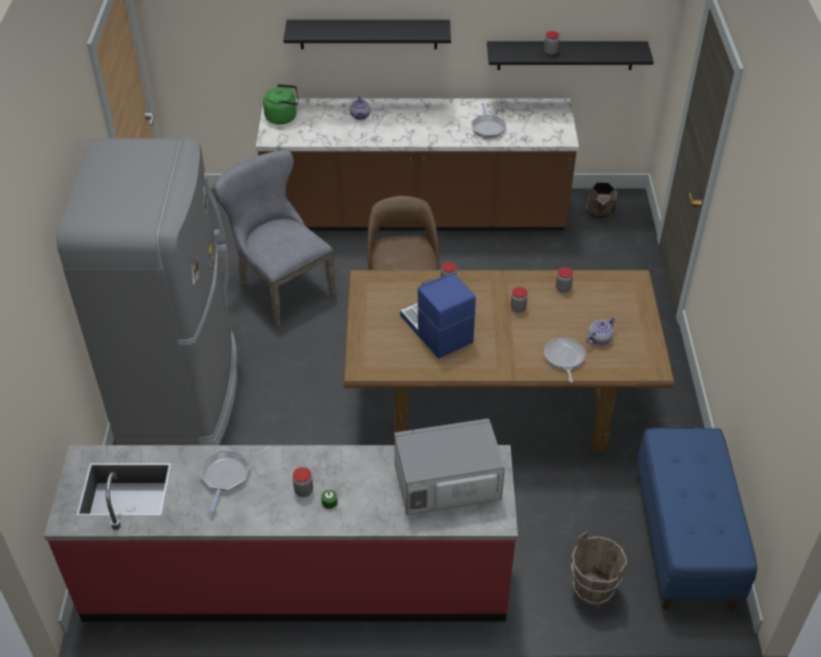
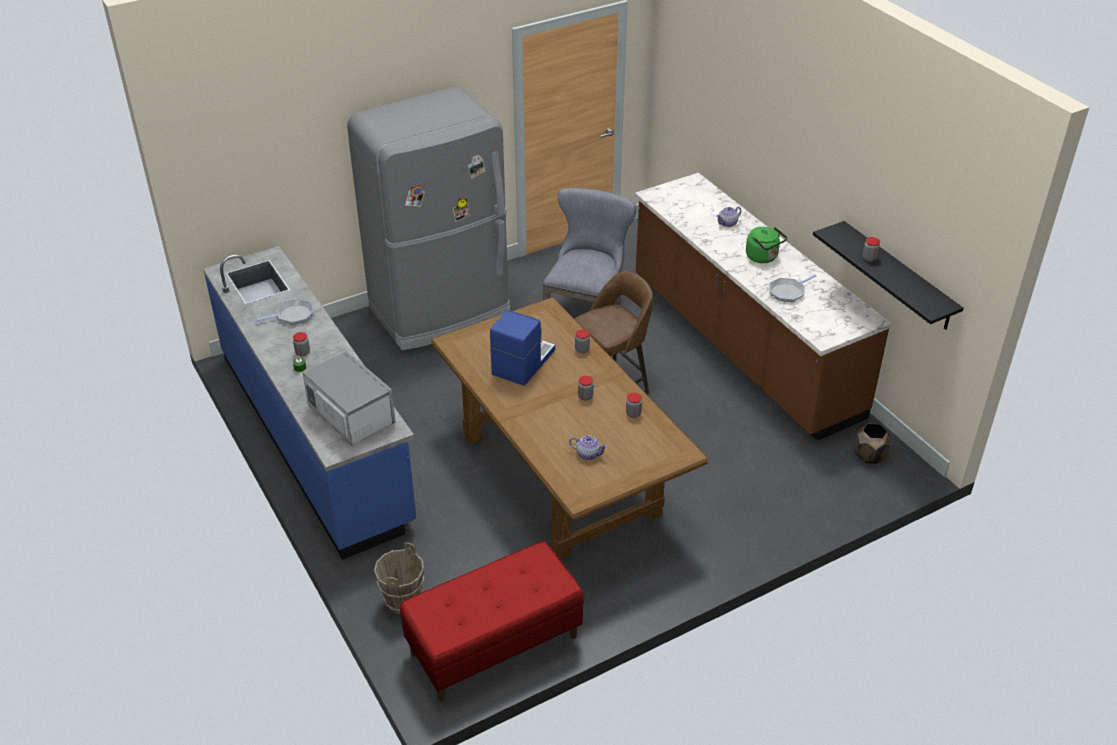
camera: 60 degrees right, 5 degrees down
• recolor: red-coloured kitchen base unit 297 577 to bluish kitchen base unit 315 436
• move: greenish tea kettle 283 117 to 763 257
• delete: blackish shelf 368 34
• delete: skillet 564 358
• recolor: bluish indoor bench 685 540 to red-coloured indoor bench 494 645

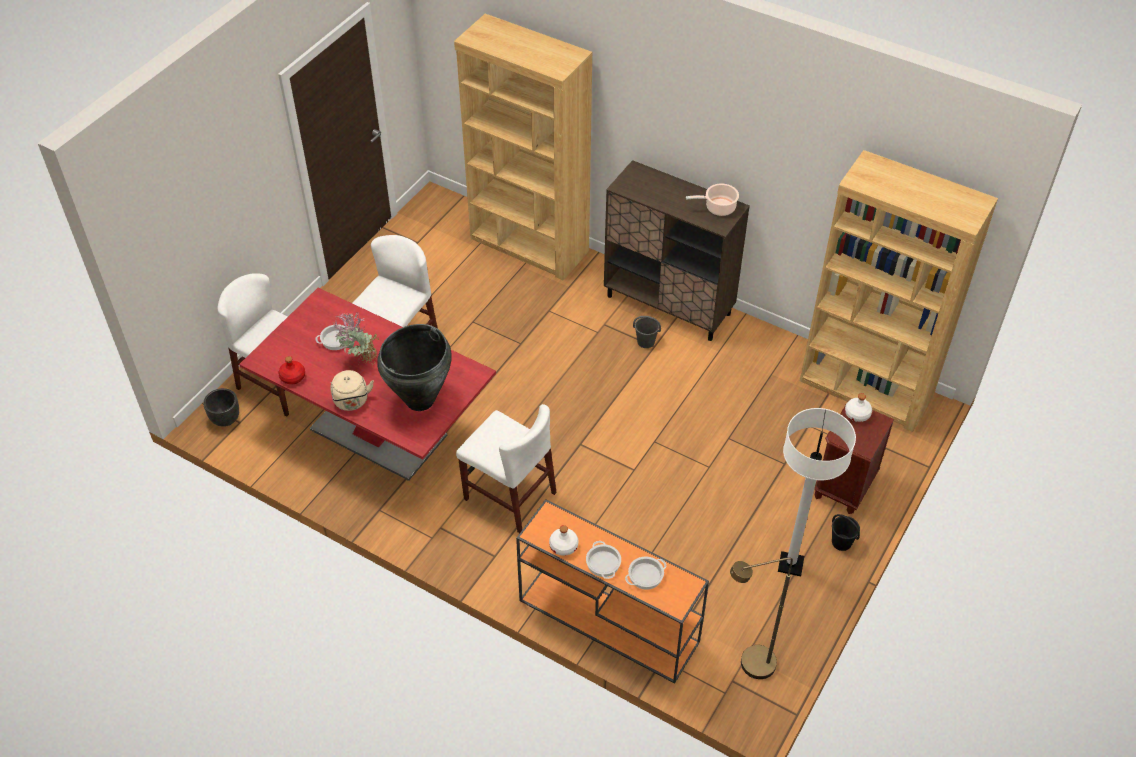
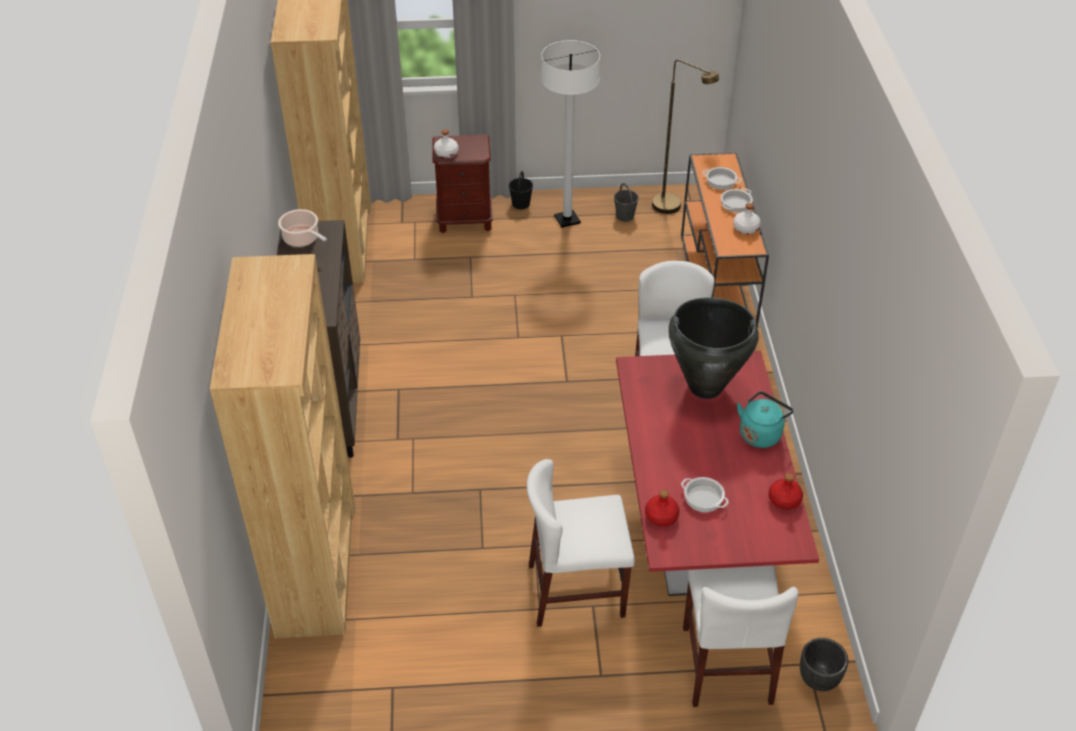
camera: 125 degrees left, 5 degrees down
• recolor: beige tea kettle 352 402 to blue-green tea kettle 761 433
• delete: plant in a pot 360 361
• move: grey pail 645 341 to 625 216
• insert: red-coloured drink bottle 661 516

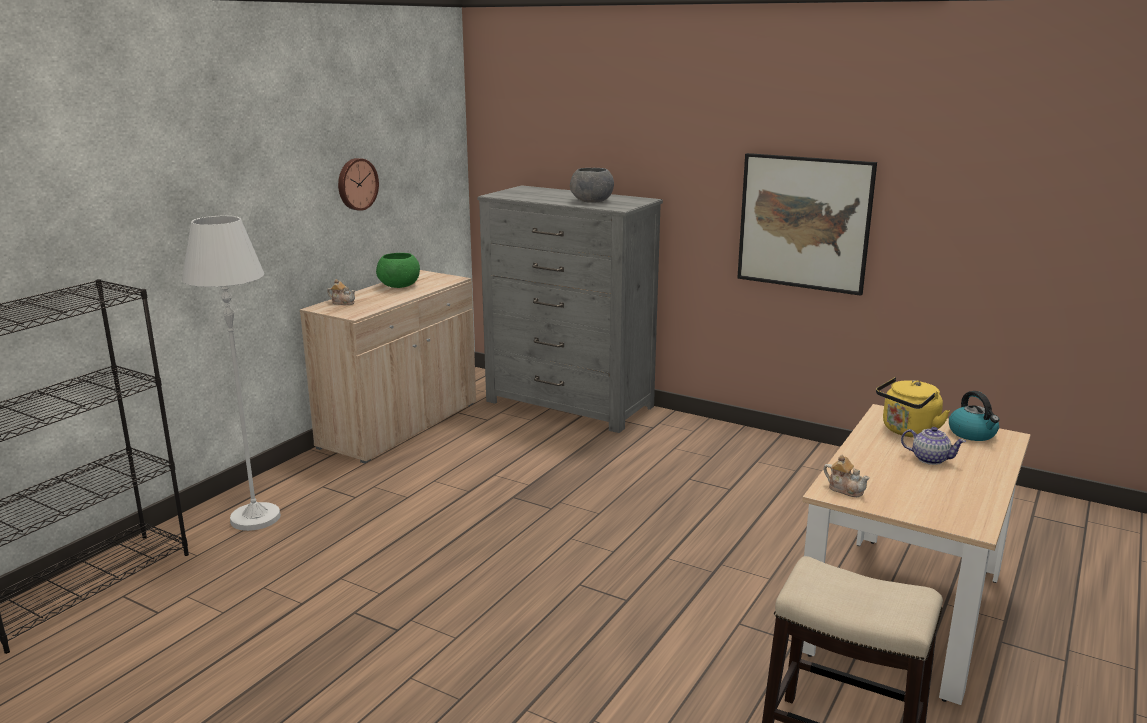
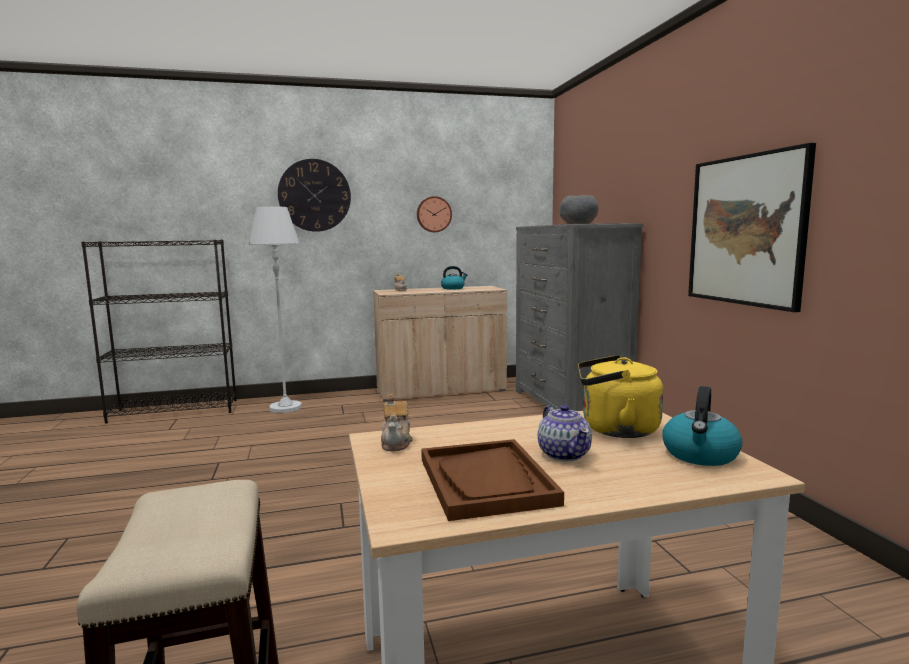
camera: 45 degrees right, 10 degrees down
• replace: greenish bowl 398 286 to tea kettle 453 288
• insert: hanging clock 314 195
• insert: brownish carrying tray 486 481

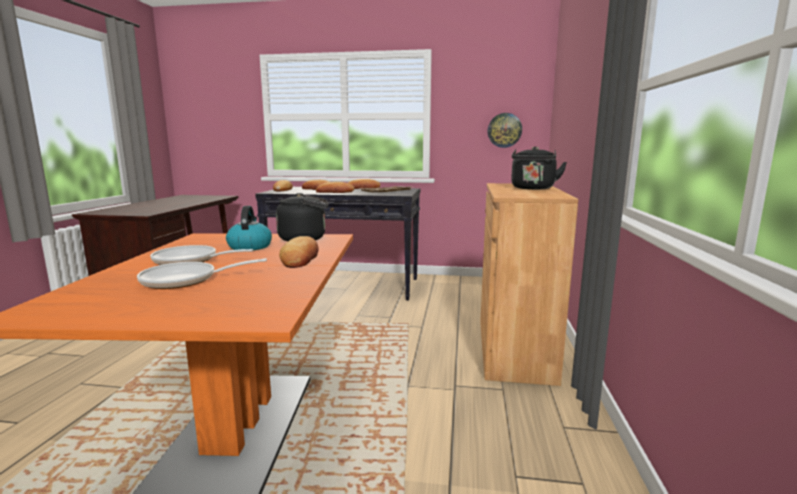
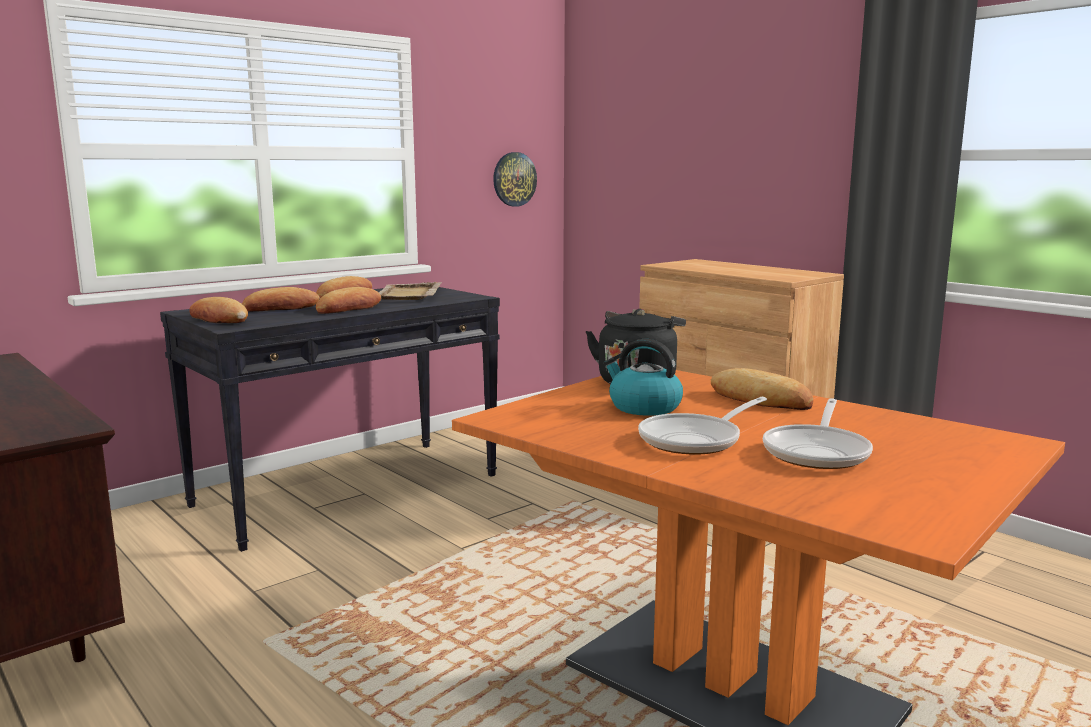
camera: 50 degrees left, 0 degrees up
• delete: blackish tea kettle 533 189

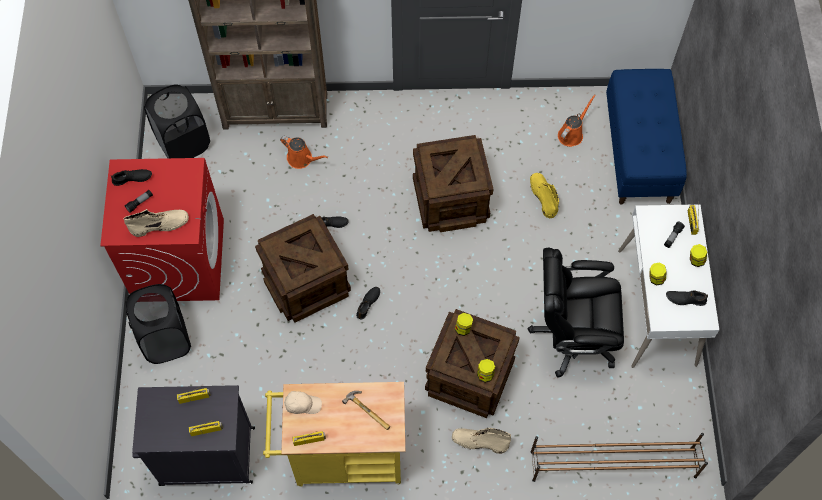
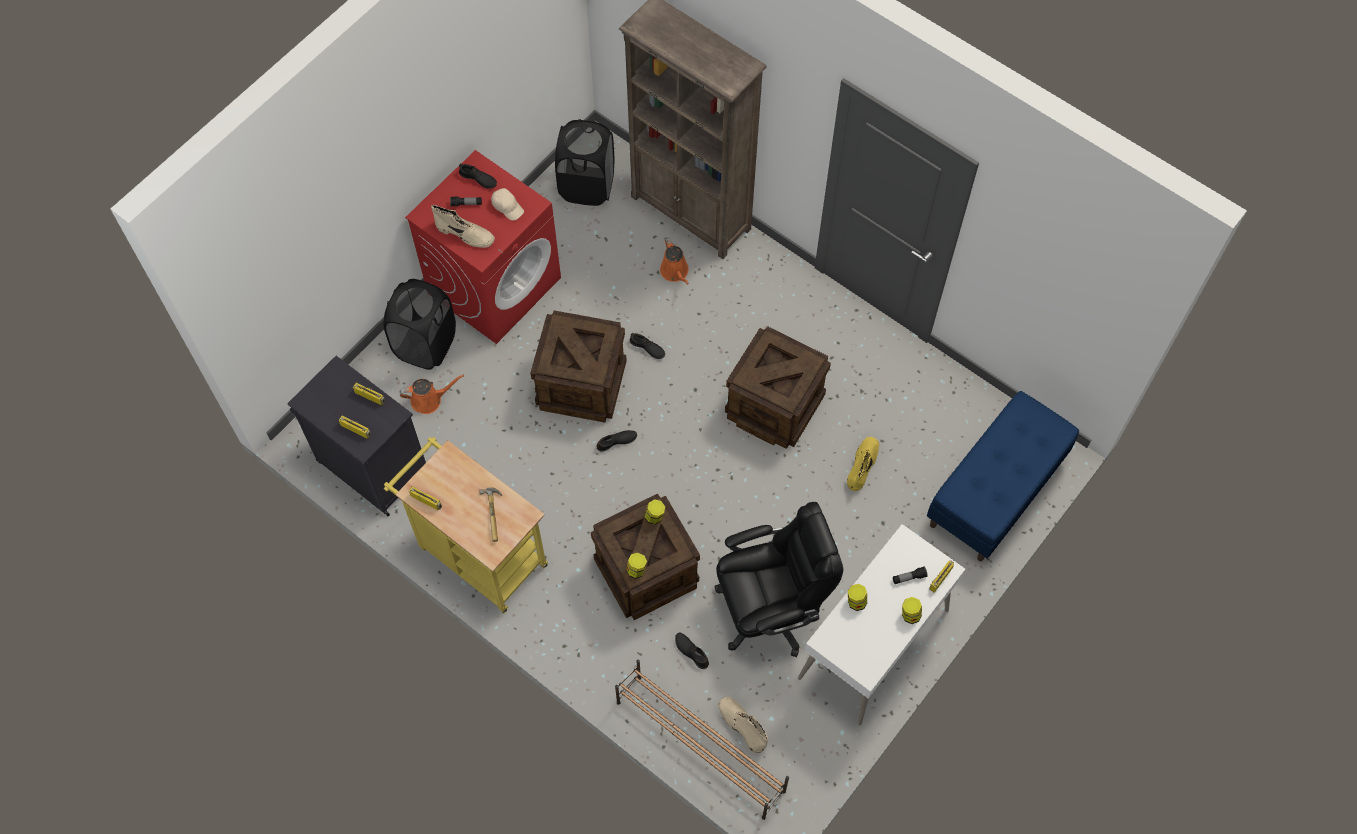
camera: 40 degrees right, 0 degrees up
• move: beige baseball cap 302 404 to 507 207
• move: beige boot 479 442 to 741 725
• rotate: blackish computer chair 572 336 = 770 609 120 degrees clockwise
• move: orangey sprinkling can 572 134 to 429 400
• move: blackish item of footwear 685 299 to 691 651

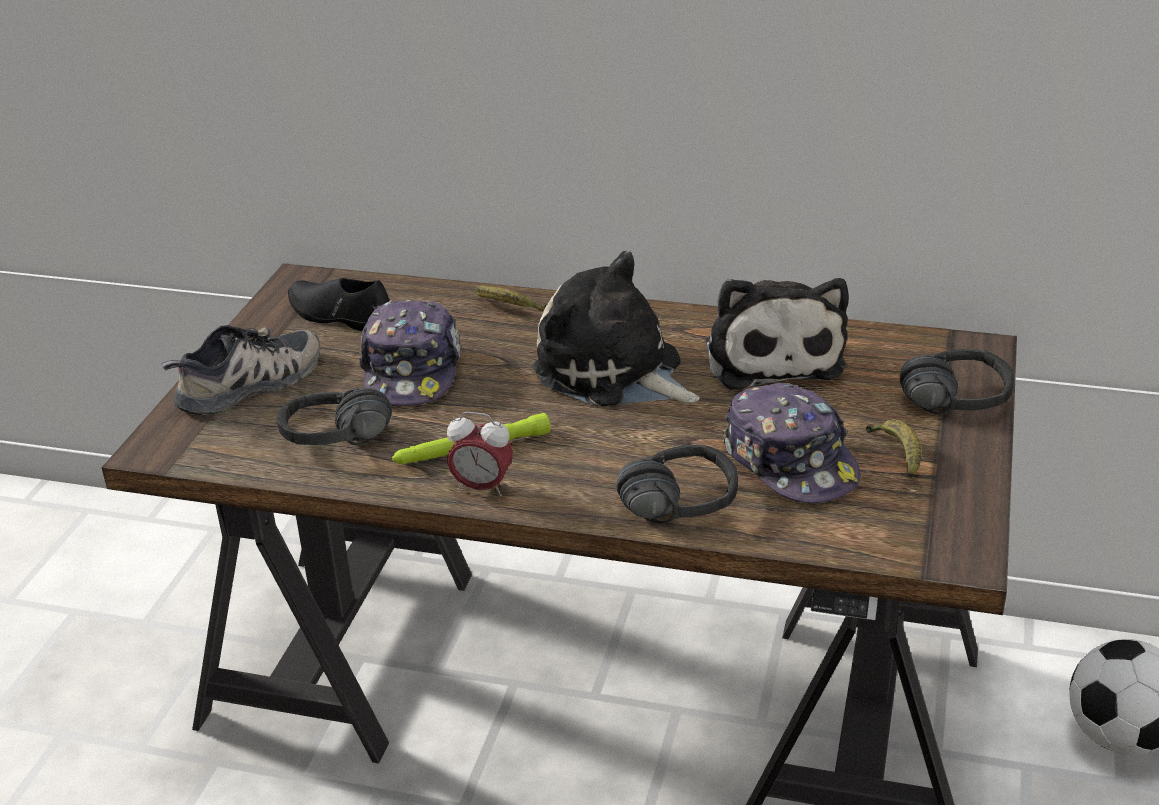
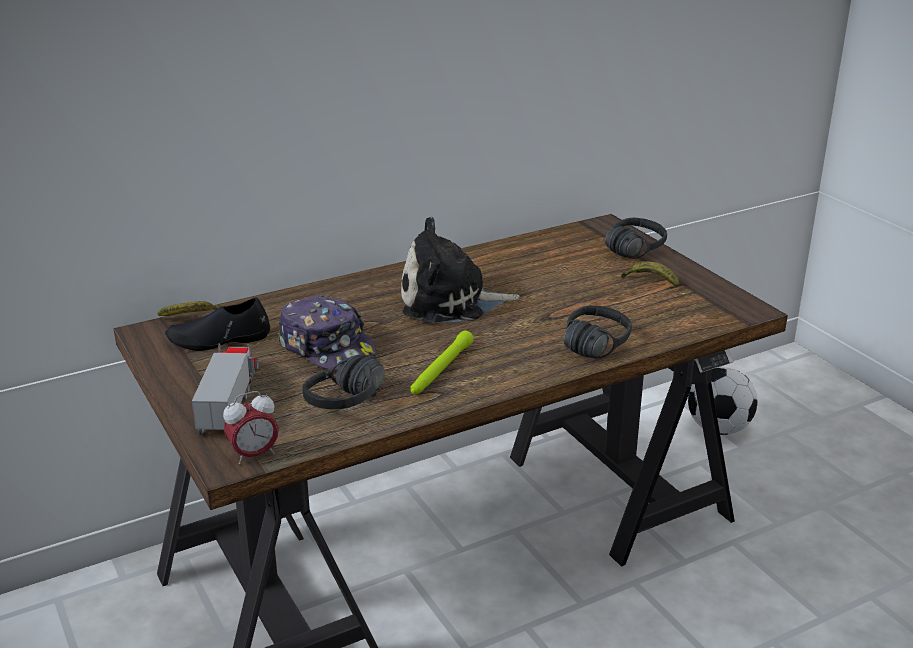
camera: 45 degrees left, 5 degrees down
• replace: item of footwear 251 385 to model truck 230 400
• move: alarm clock 482 487 to 254 455
• move: whole banana 508 308 to 191 317
• delete: cuddly toy 772 355
• delete: baseball cap 790 461

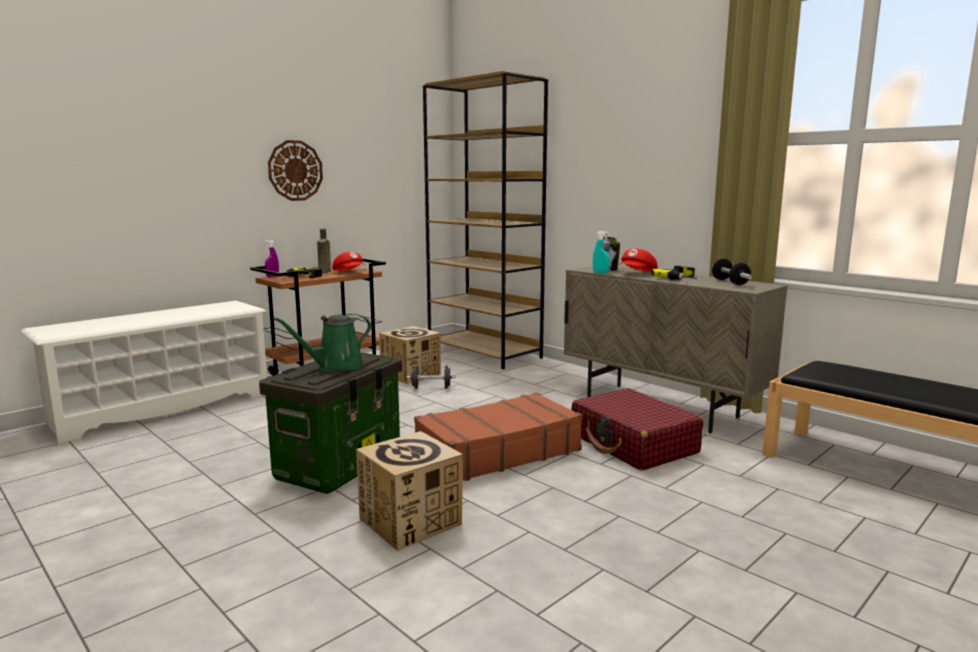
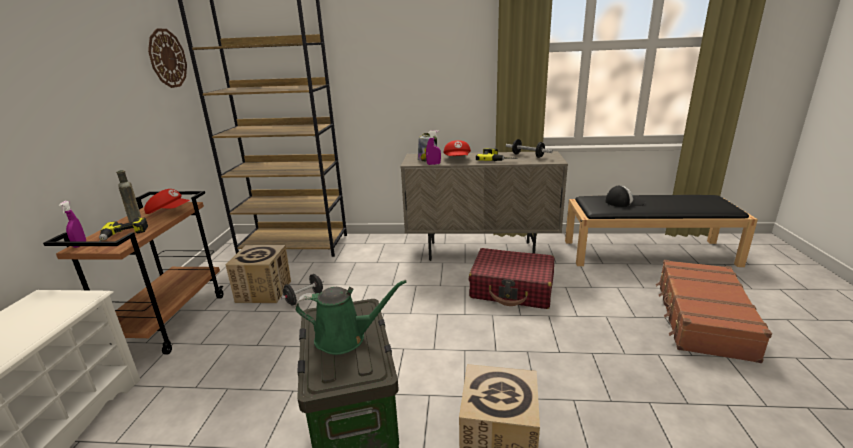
camera: 40 degrees left, 10 degrees up
• move: hanging clock 295 170 to 167 58
• rotate: greenish sprinkling can 336 366 = 345 338 105 degrees counterclockwise
• move: brownish suitcase 497 452 to 701 319
• recolor: blue-green spray bottle 600 272 to purplish spray bottle 433 164
• insert: baseball cap 624 202

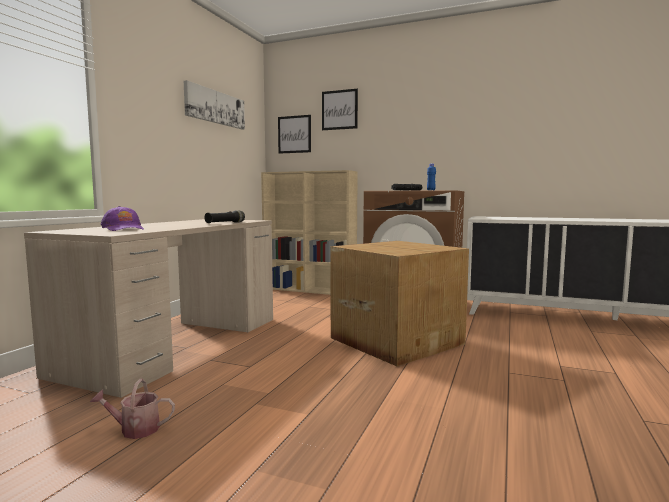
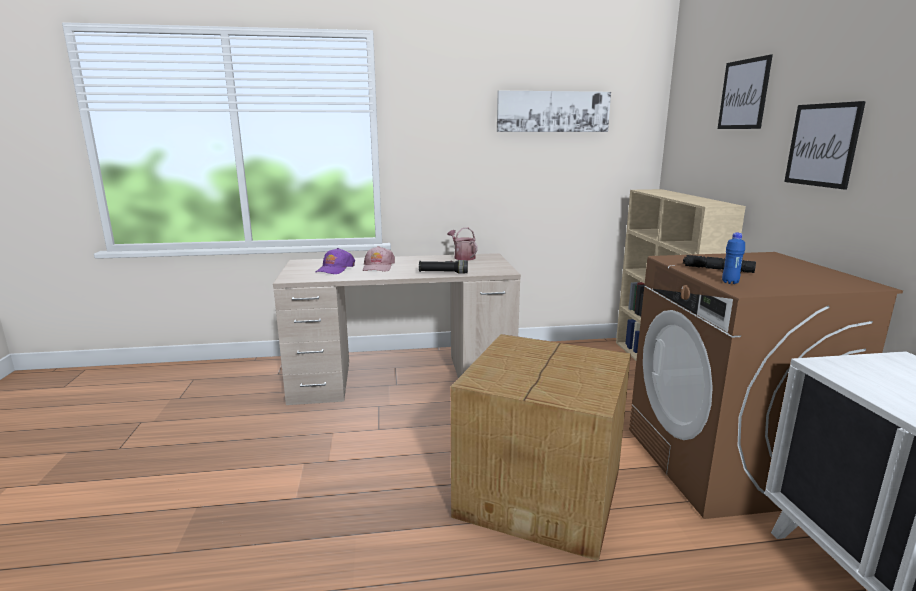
camera: 60 degrees right, 10 degrees up
• move: sprinkling can 135 429 to 463 257
• move: wall picture 294 134 to 822 145
• insert: pink-coloured baseball cap 378 267

